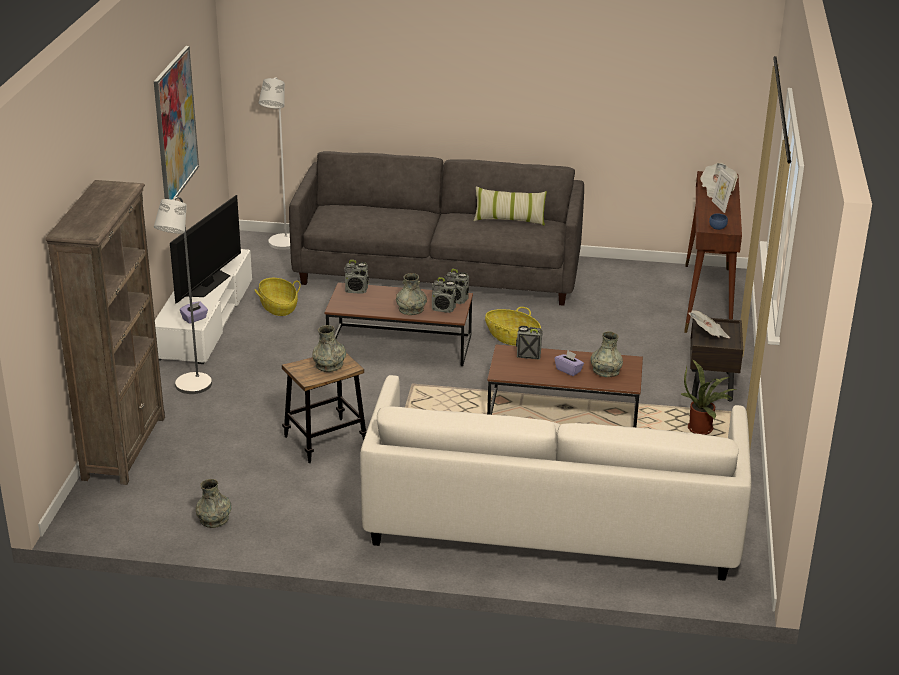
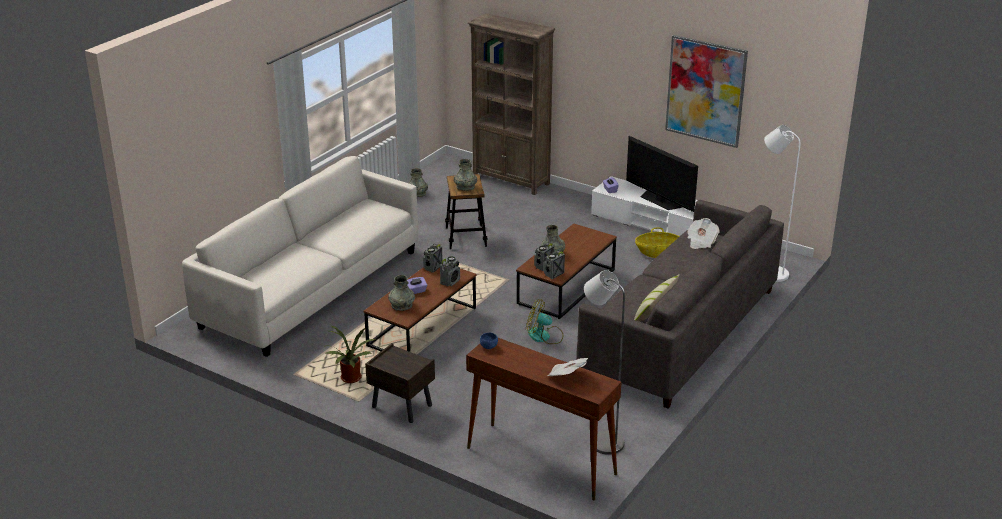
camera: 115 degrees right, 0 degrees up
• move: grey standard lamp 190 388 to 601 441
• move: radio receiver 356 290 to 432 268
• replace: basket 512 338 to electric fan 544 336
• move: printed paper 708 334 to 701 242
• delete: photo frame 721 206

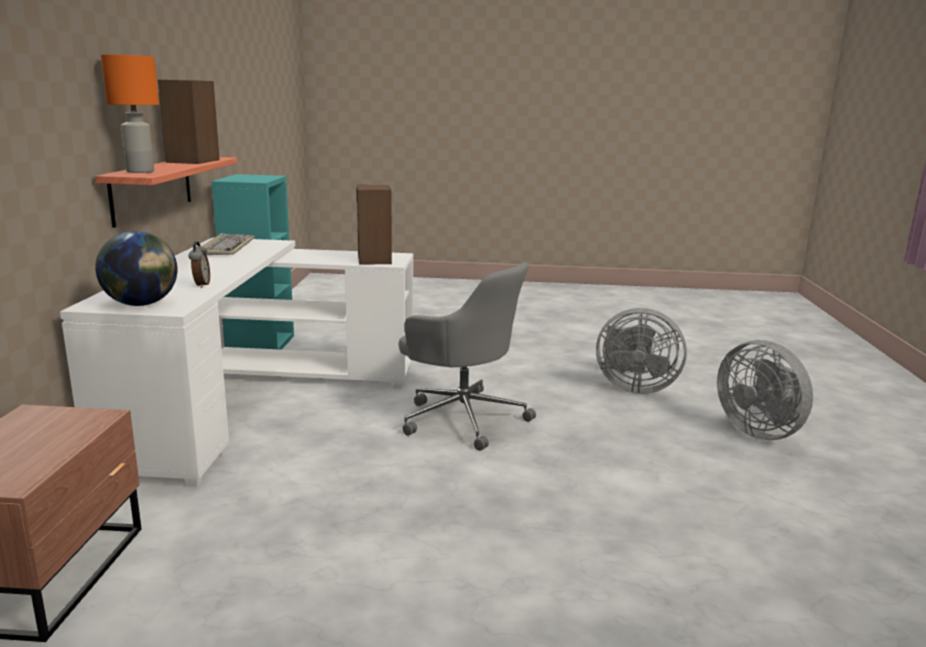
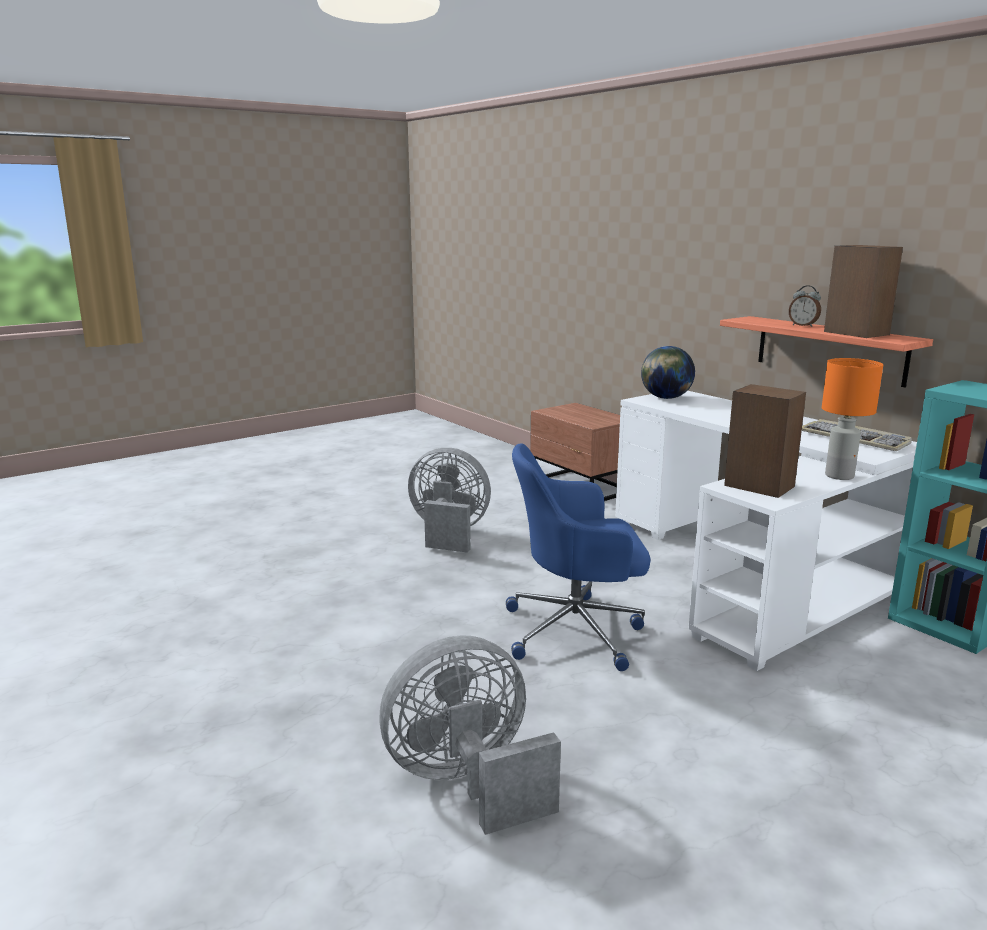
camera: 140 degrees right, 0 degrees up
• move: orangey lamp for a table 140 172 to 838 476
• move: alarm clock 201 285 to 803 325
• recolor: grey computer chair 462 417 to bluish computer chair 576 631
• move: grey electric fan 760 431 to 448 534

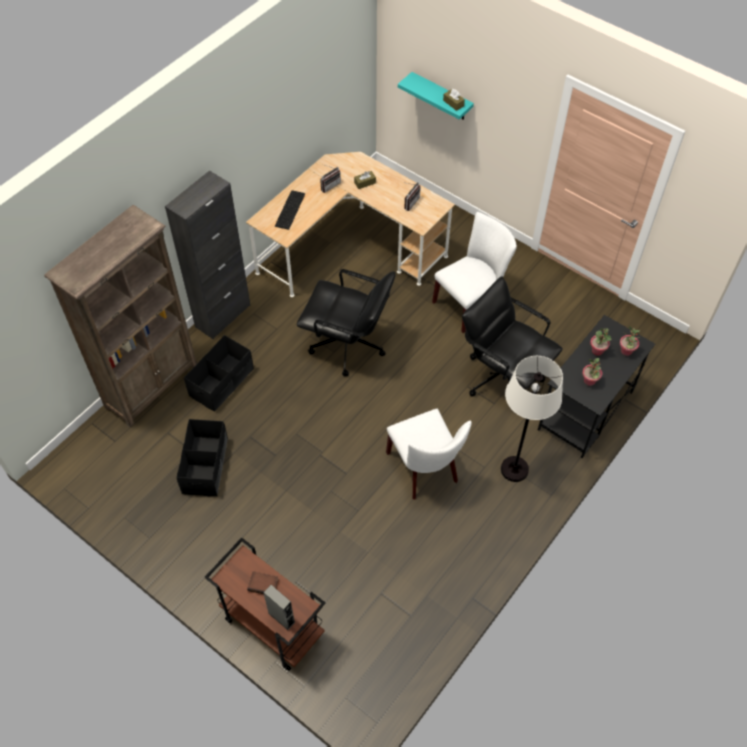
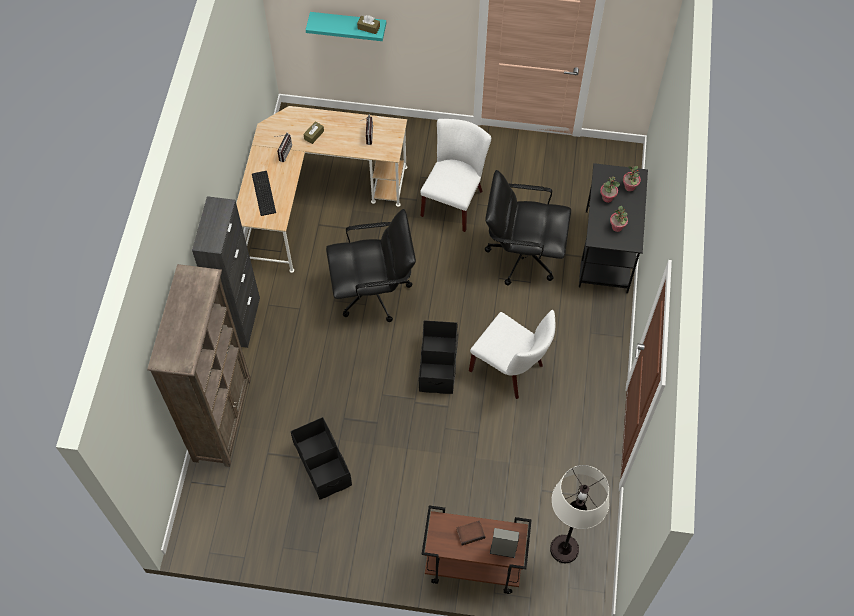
camera: 30 degrees left, 5 degrees up
• move: blackish storage box 222 382 to 438 364
• move: white standard lamp 514 469 to 564 549

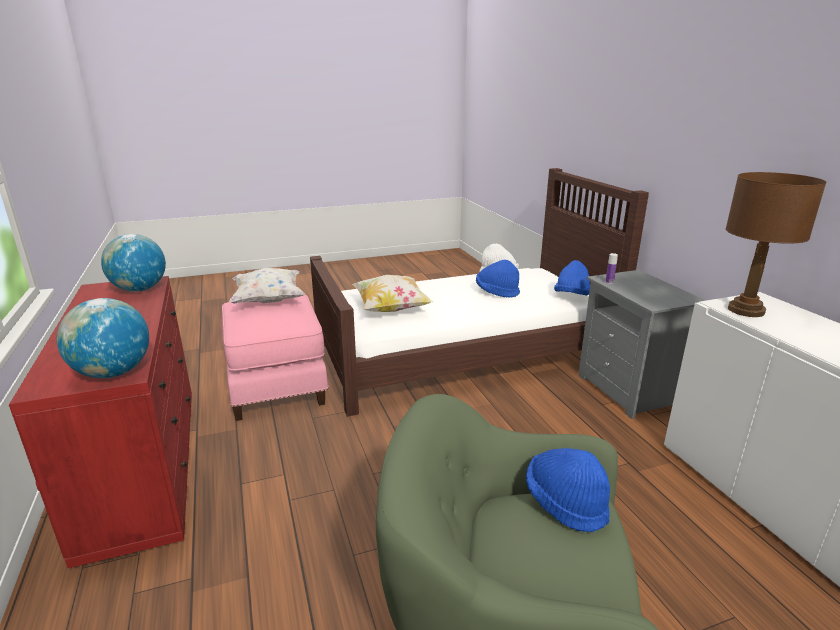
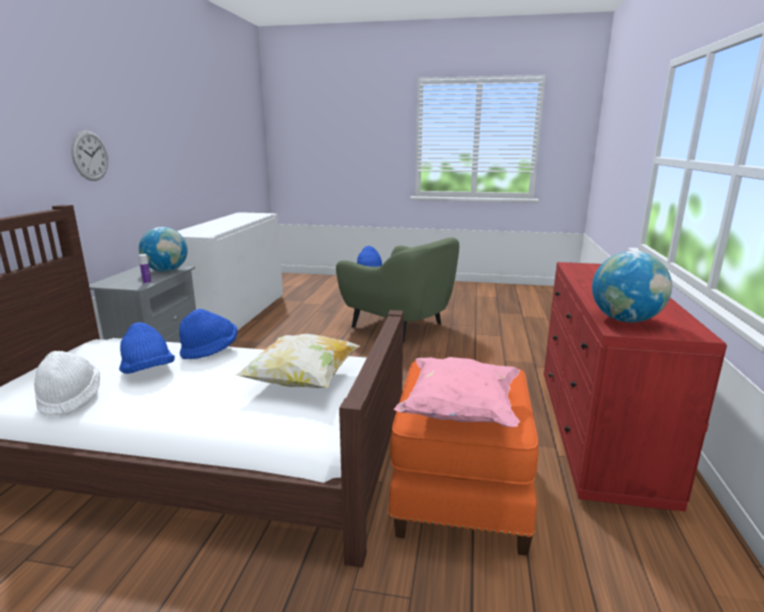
camera: 150 degrees left, 5 degrees down
• move: world globe 113 373 to 166 271
• recolor: pink-coloured pouffe 278 384 to orangey pouffe 459 489
• recolor: white cushion 268 300 to pink-coloured cushion 460 412
• move: bluish clothing hat 571 296 to 210 351
• delete: brownish lamp for a table 745 310
• insert: hanging clock 90 156

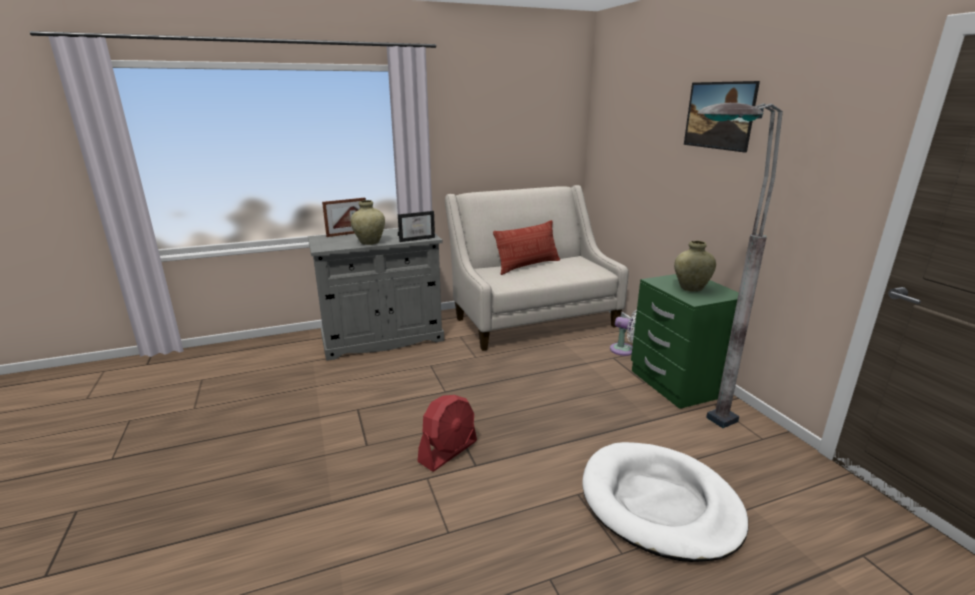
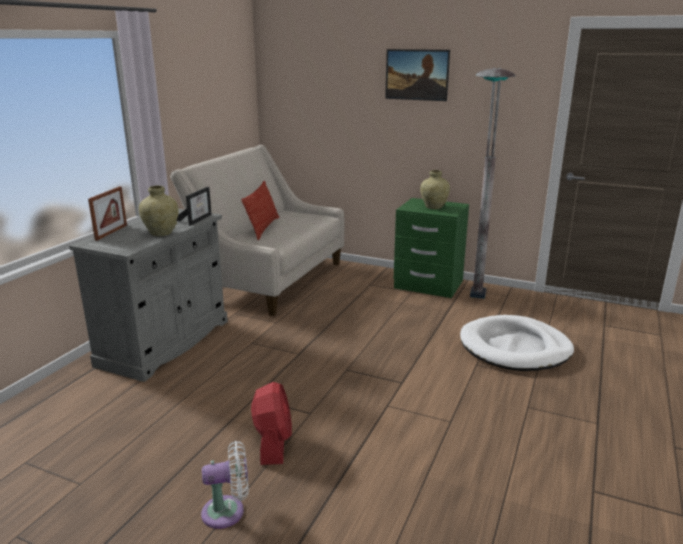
camera: 45 degrees left, 0 degrees up
• move: red-coloured electric fan 448 451 to 273 443
• move: white electric fan 625 350 to 228 511

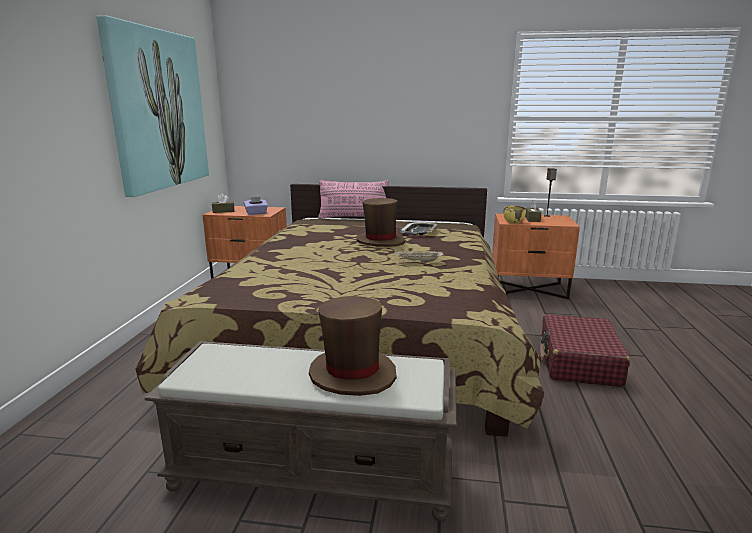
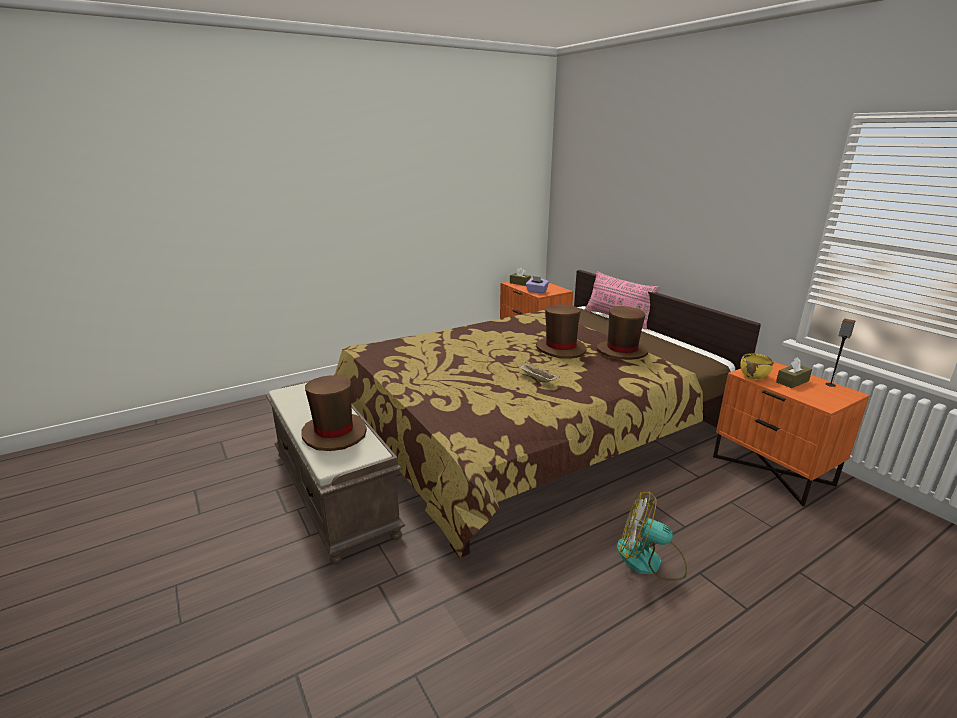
camera: 50 degrees right, 5 degrees up
• delete: wall picture 158 110
• replace: carrying tray 419 232 to brownish clothing hat 621 352
• replace: red-coloured suitcase 578 362 to electric fan 649 560

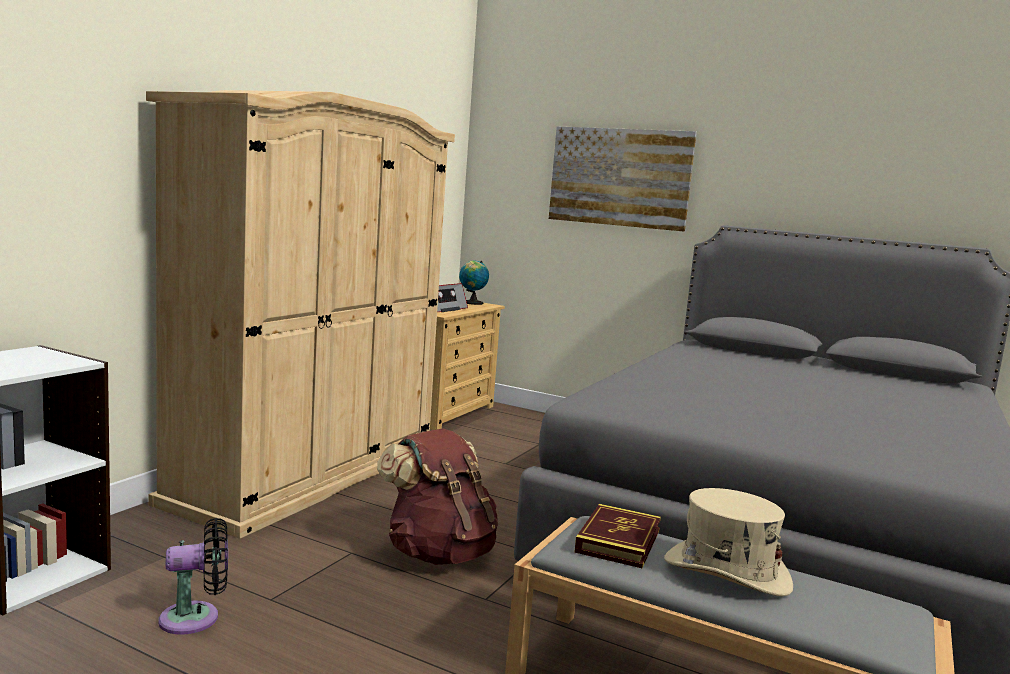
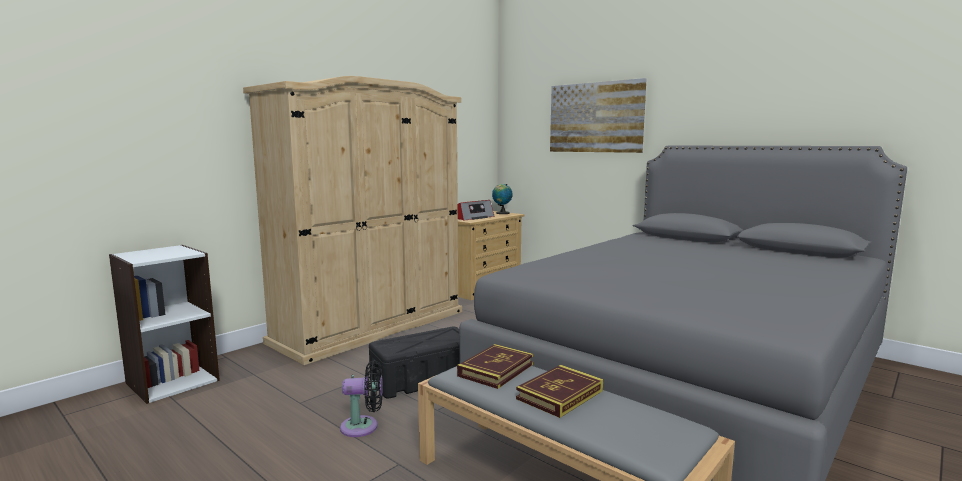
camera: 15 degrees right, 0 degrees up
• move: blackish electric fan 196 618 to 363 427
• replace: brownish rucksack 439 553 to blackish storage box 424 378
• replace: beige clothing hat 726 573 to bound book 560 395

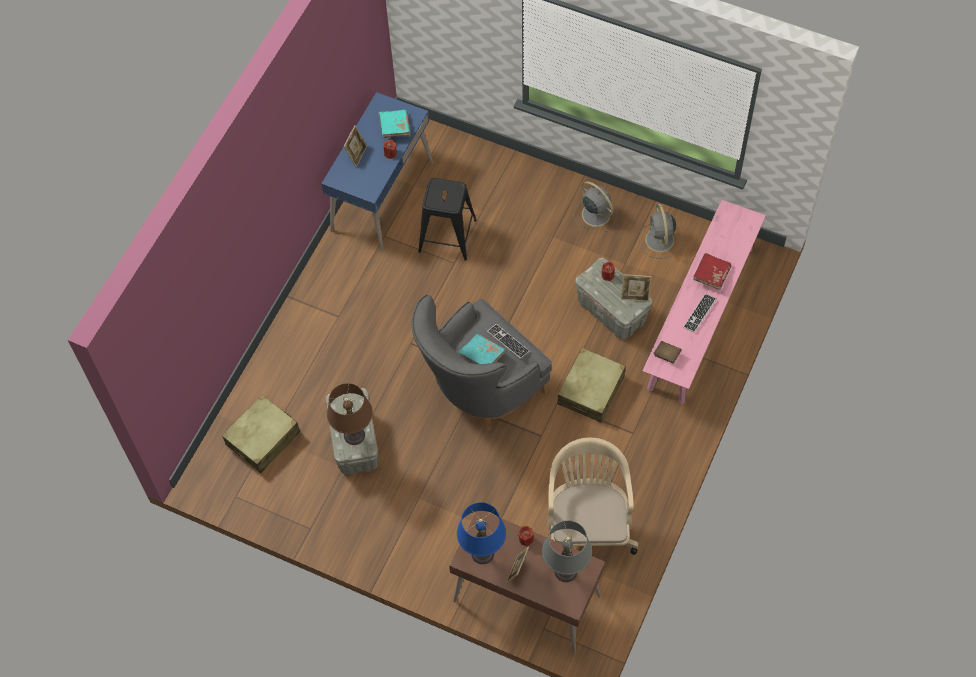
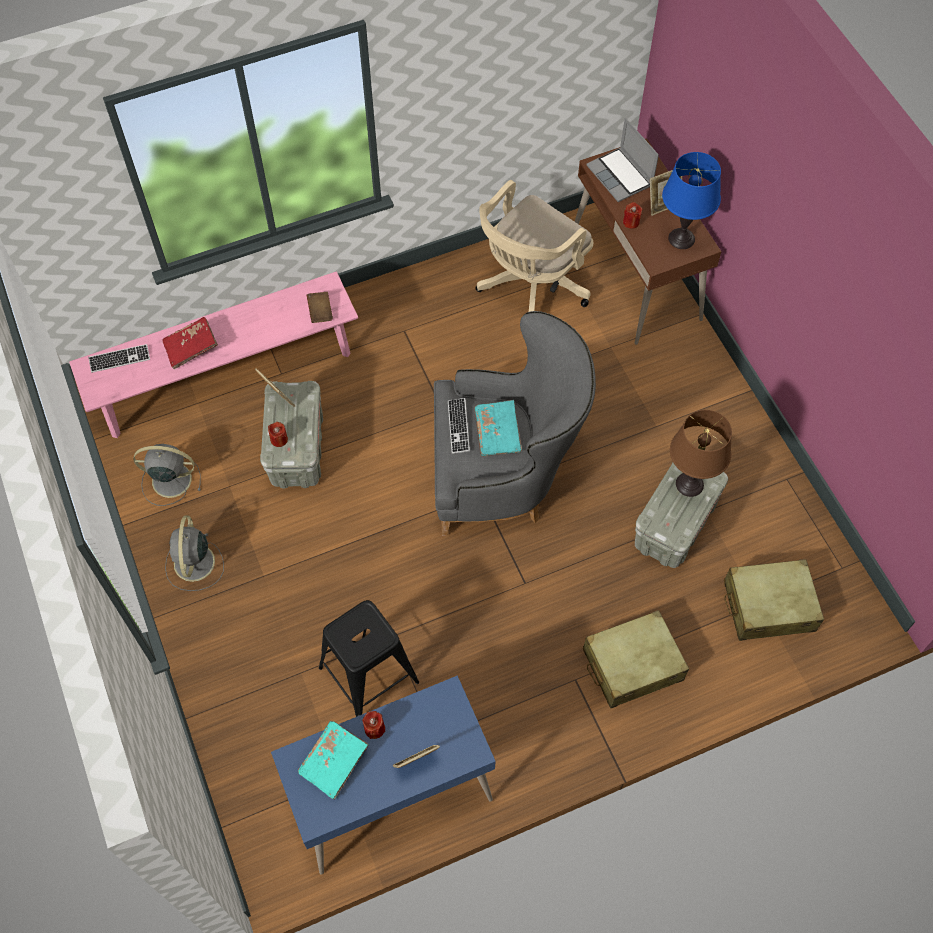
camera: 140 degrees left, 0 degrees up
• replace: grey lamp for a table 565 571 to portable computer 621 176
• move: beige suitcase 591 390 to 632 665
• rotate: grey electric fan 660 241 = 169 480 120 degrees counterclockwise
• move: PC keyboard 699 313 to 119 359

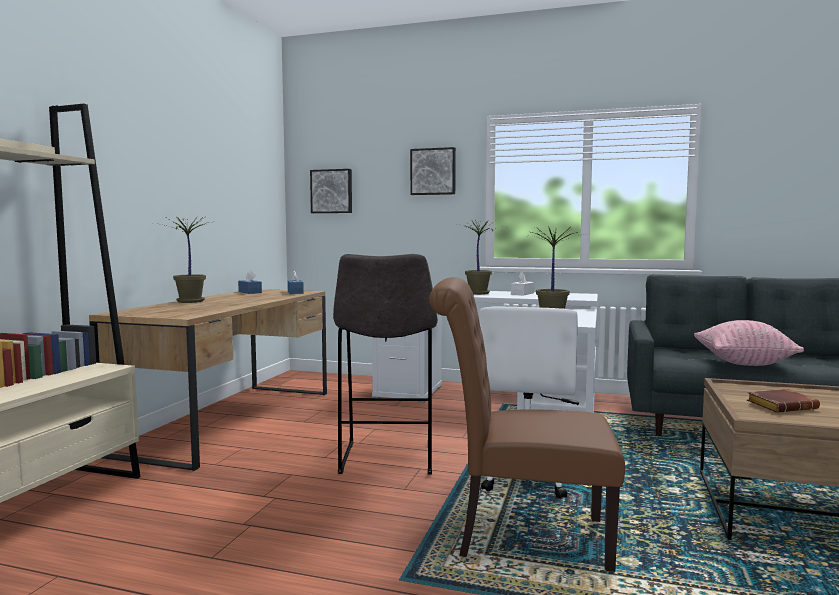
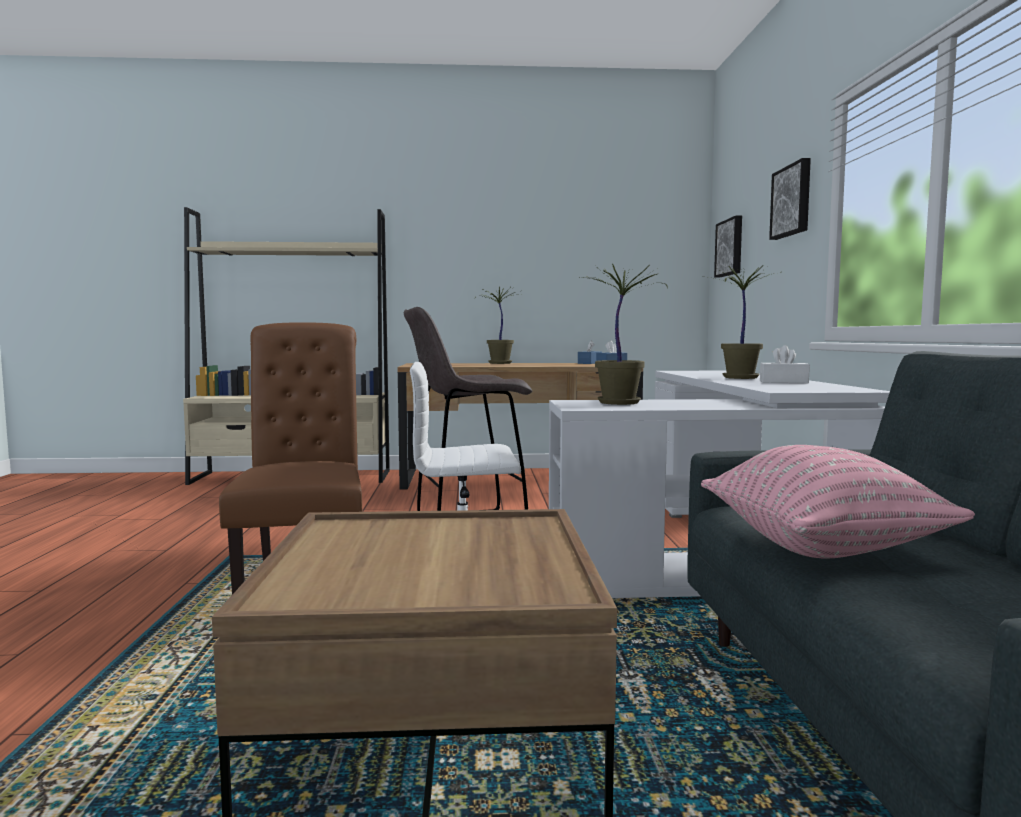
camera: 70 degrees right, 0 degrees up
• delete: brownish bound book 781 406

